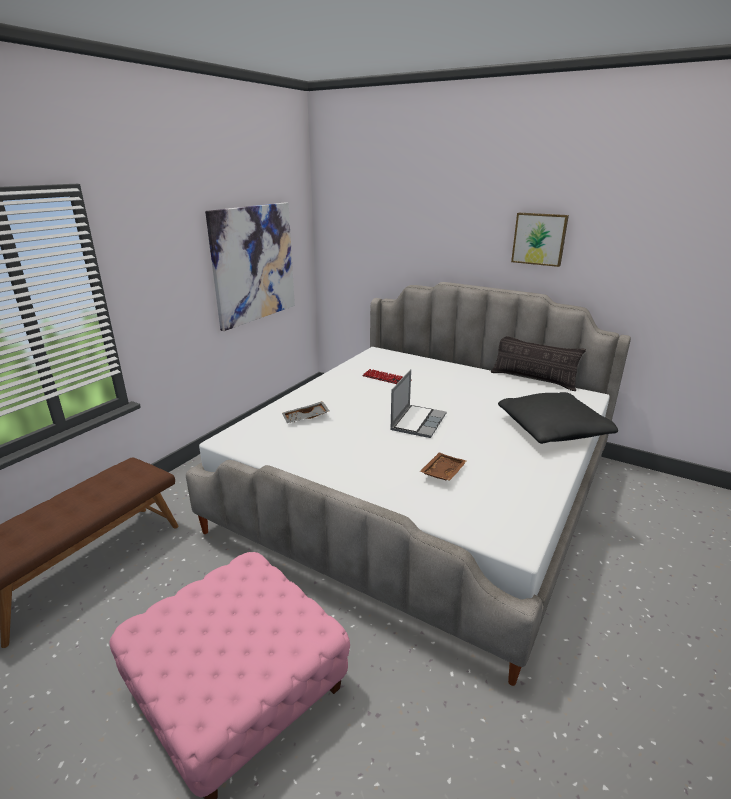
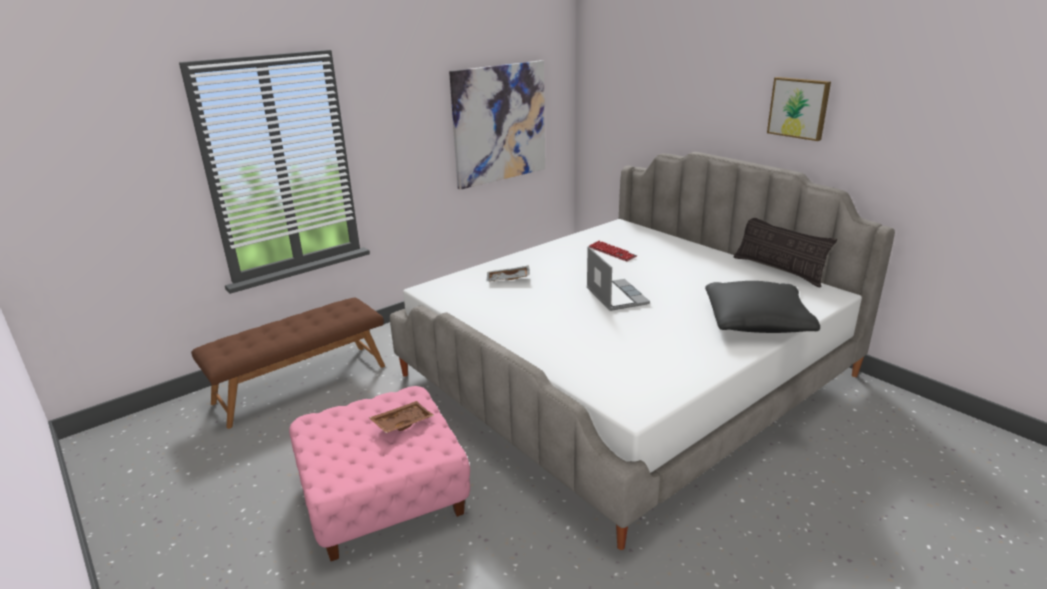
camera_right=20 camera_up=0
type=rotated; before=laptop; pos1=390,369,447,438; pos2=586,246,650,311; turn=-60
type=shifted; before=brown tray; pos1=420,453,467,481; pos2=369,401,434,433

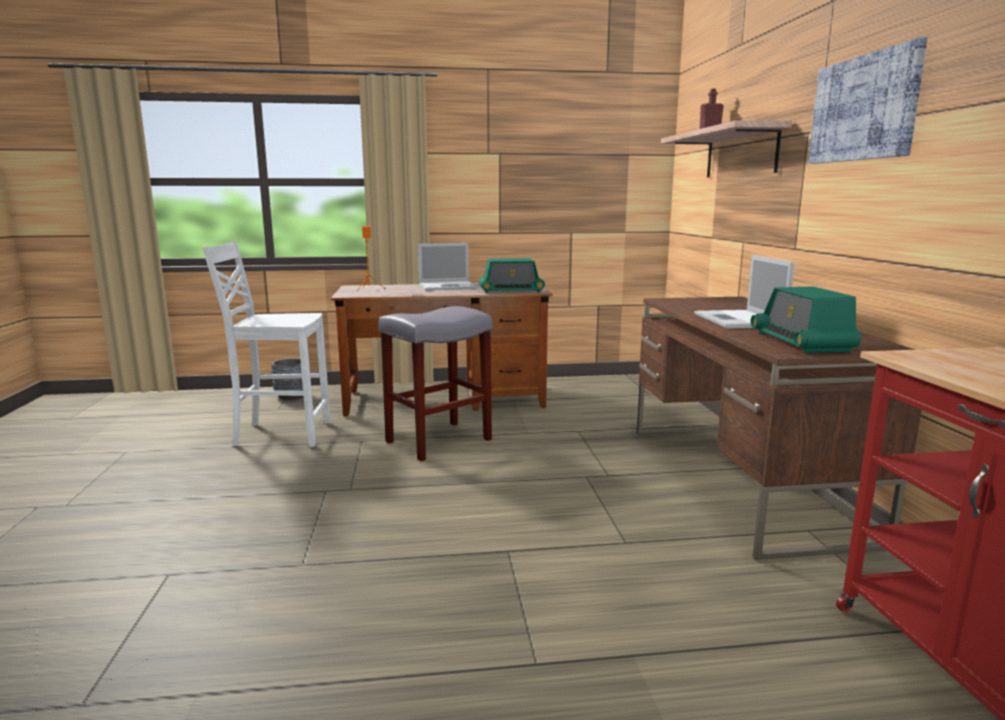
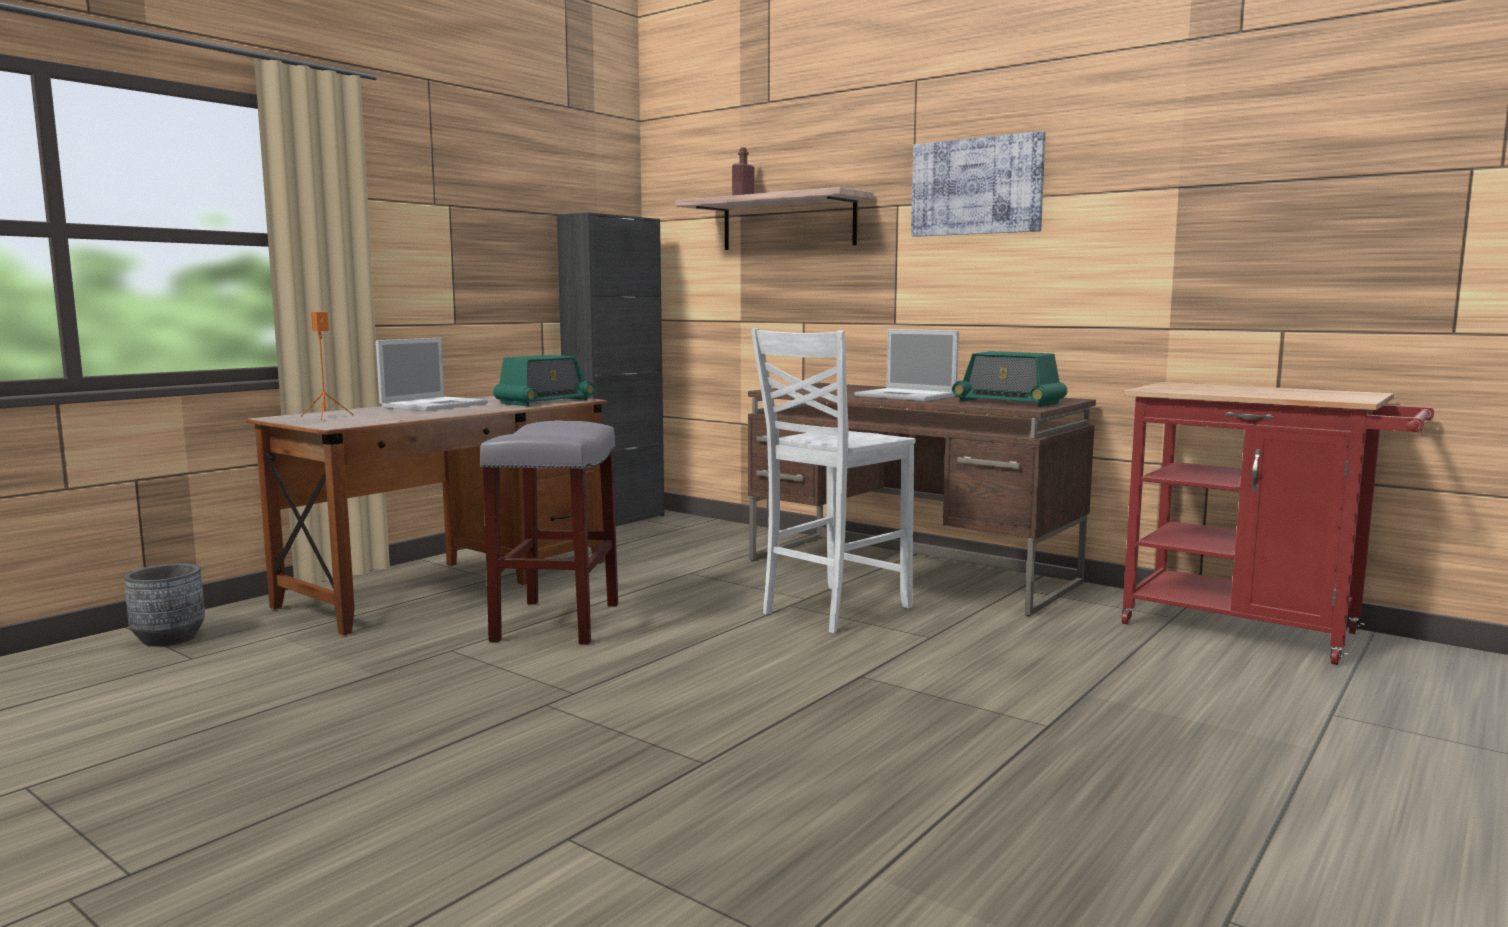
camera_right=-45 camera_up=-5
type=shifted; before=white chair; pos1=202,241,331,447; pos2=751,328,915,633
type=new; after=black cabinet; pos2=557,212,664,526

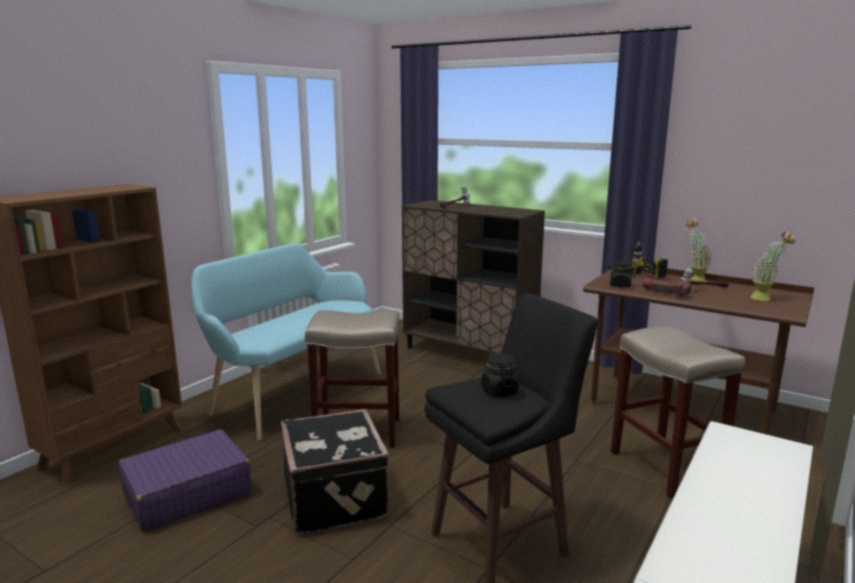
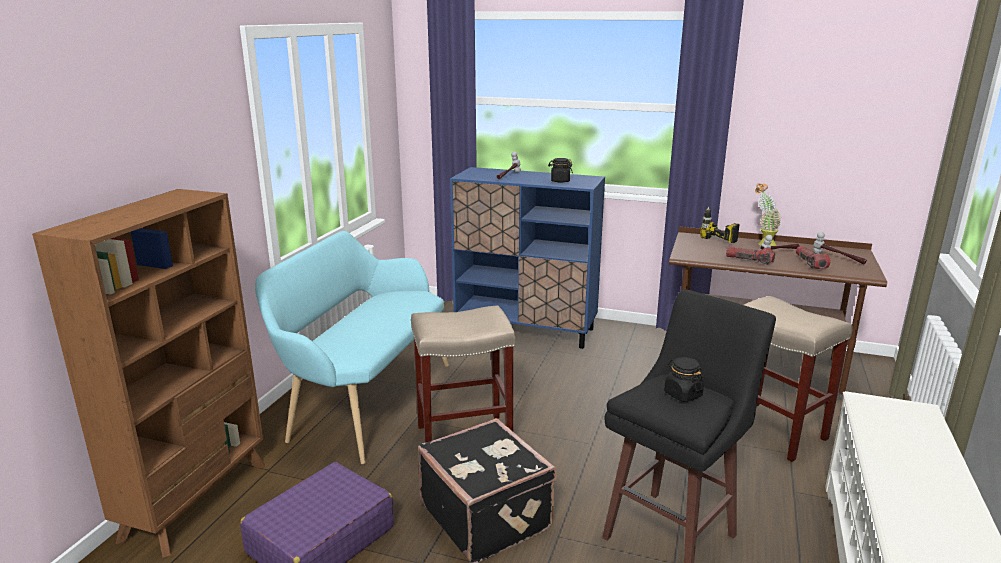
camera_right=-15 camera_up=5
type=repainted; before=brown cabinet; after=blue cabinet; pos1=402,200,545,354; pos2=450,167,605,349
type=shifted; before=black jar; pos1=608,261,635,287; pos2=548,158,573,183
type=swapped; before=potted plant; after=hammer; pos1=750,232,795,301; pos2=813,232,867,264
type=new; after=flashlight; pos2=796,246,830,269

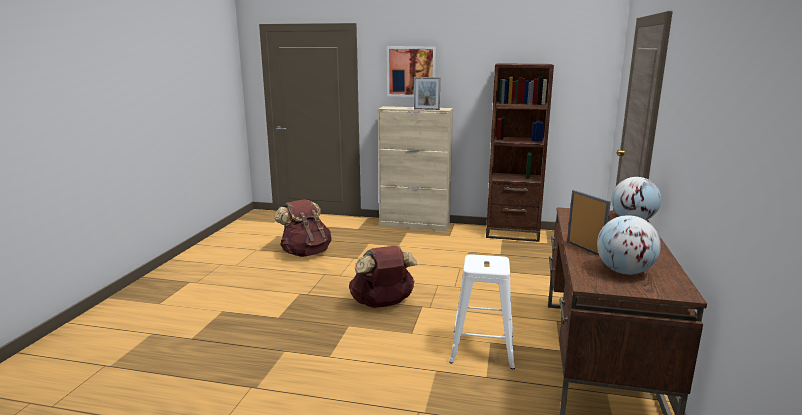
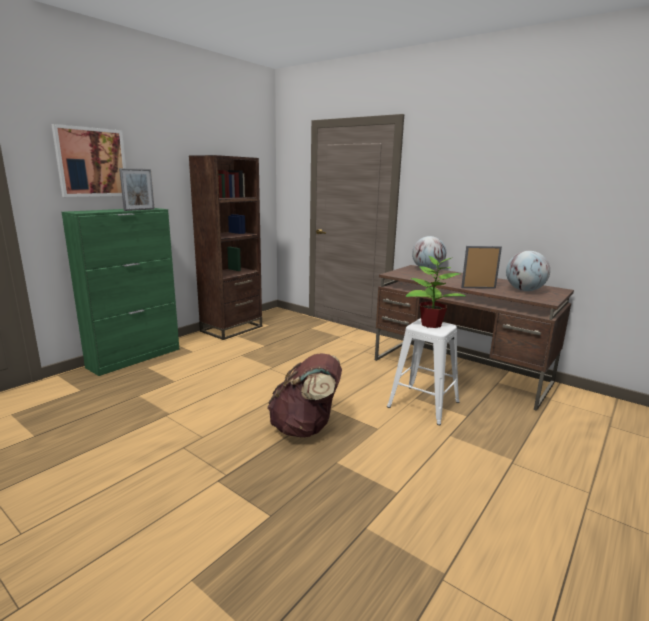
camera_right=-65 camera_up=0
type=gone; before=brown backpack; pos1=274,199,332,257
type=repainted; before=beige cabinet; after=green cabinet; pos1=378,106,453,231; pos2=61,208,179,376
type=new; after=potted plant; pos2=406,254,465,328

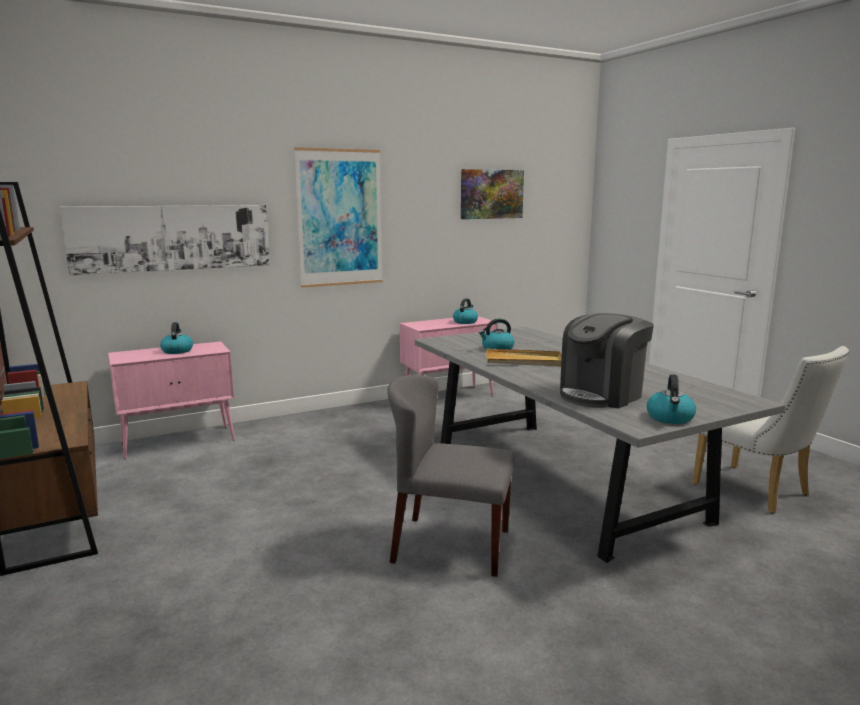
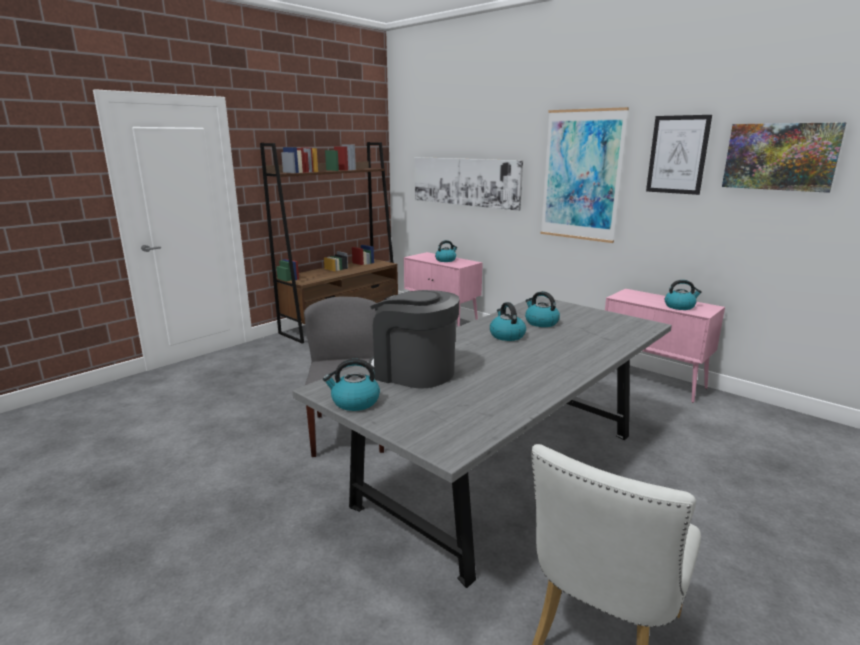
camera_right=70 camera_up=5
type=swapped; before=beige tray; after=kettle; pos1=486,349,562,366; pos2=490,302,526,341
type=new; after=picture; pos2=646,115,712,195

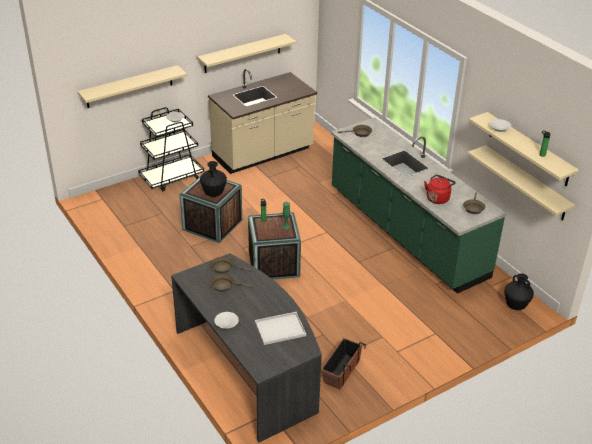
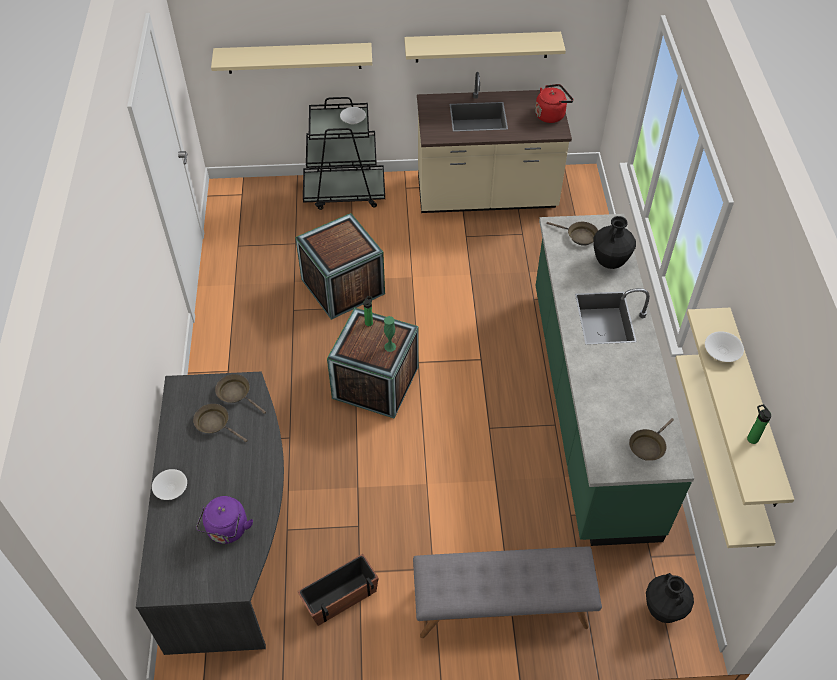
camera_right=30 camera_up=15
type=shifted; before=black vase; pos1=200,161,227,197; pos2=593,216,636,269
type=swapped; before=white tray; after=purple kettle; pos1=255,312,306,345; pos2=196,496,253,544
type=shifted; before=red kettle; pos1=424,174,456,204; pos2=535,84,574,123
type=new; after=grey bench; pos2=413,547,602,638

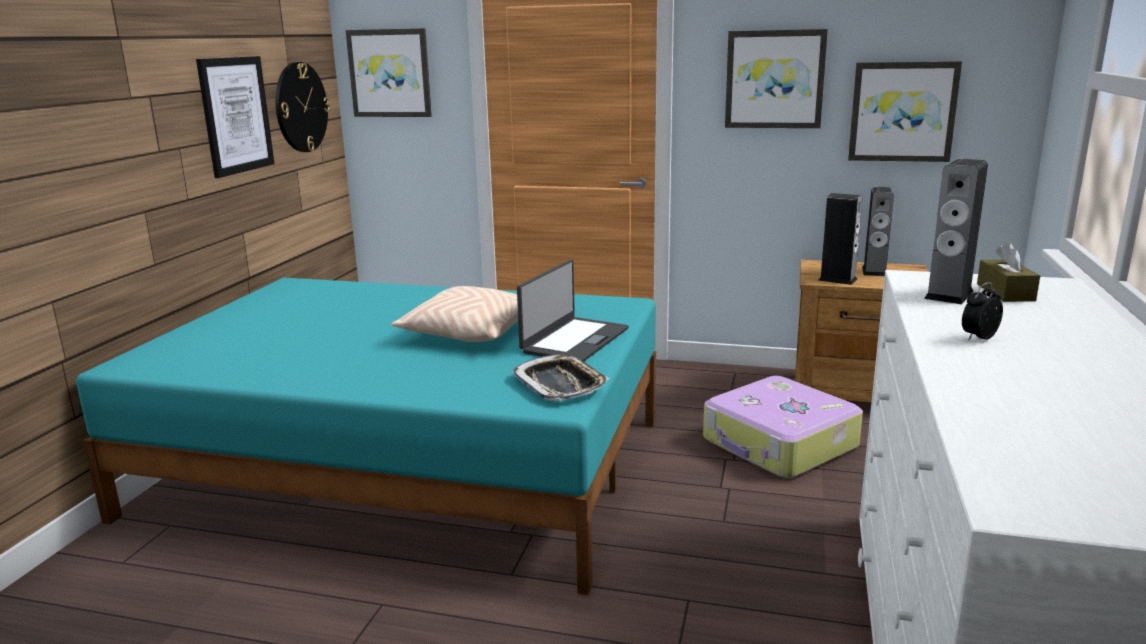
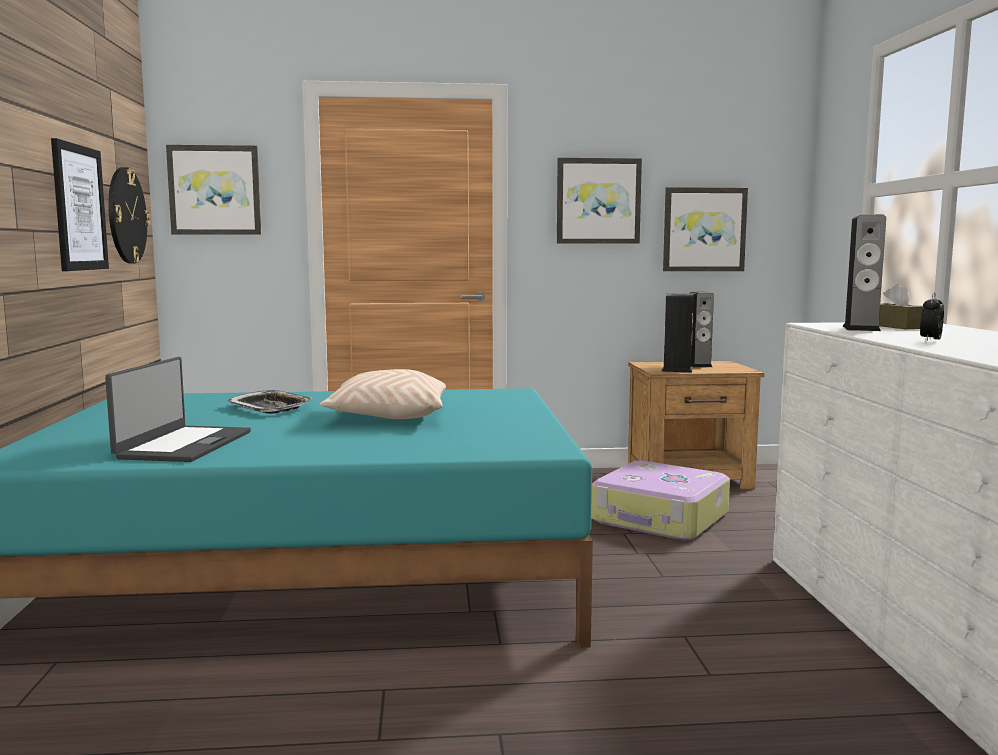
camera_right=-20 camera_up=-10
type=shifted; before=tray; pos1=512,354,610,401; pos2=227,390,313,414
type=shifted; before=laptop; pos1=517,259,628,362; pos2=105,357,251,462

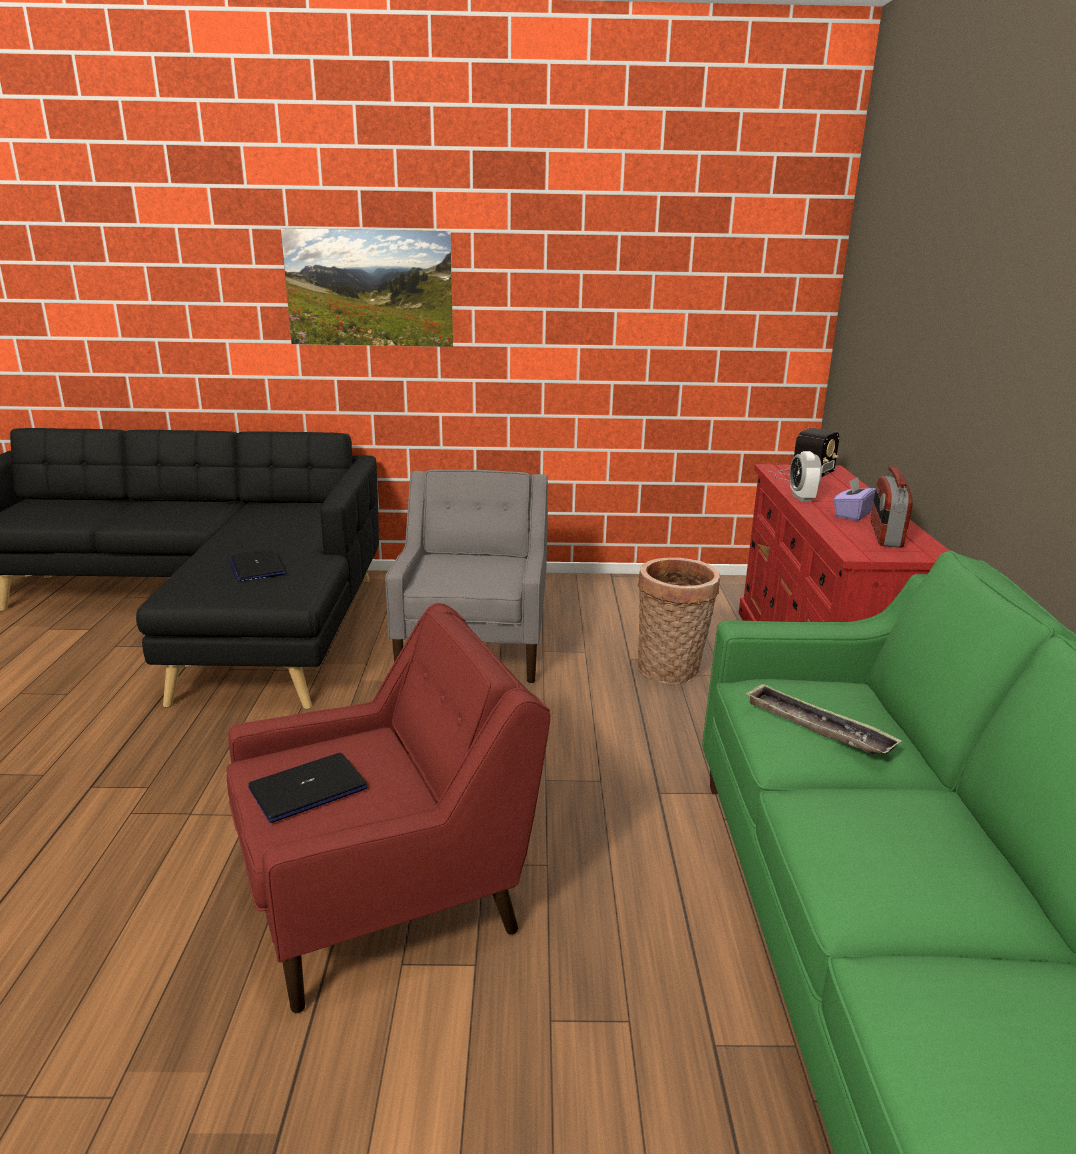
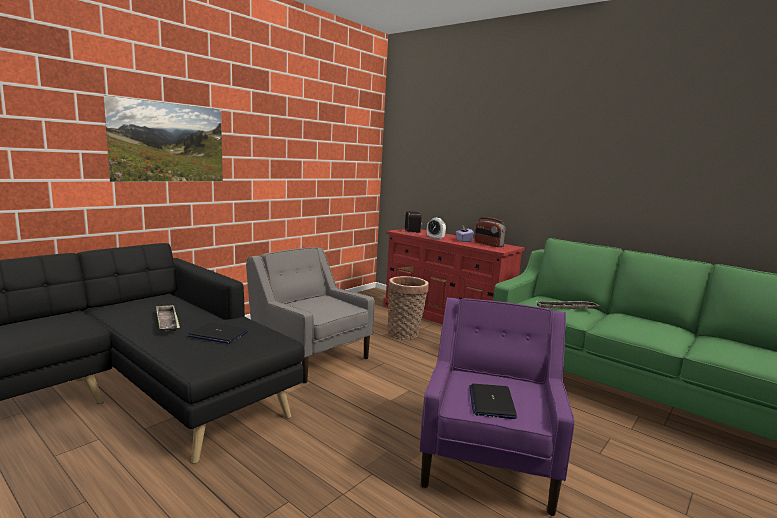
camera_right=-50 camera_up=-10
type=repainted; before=red armchair; after=purple armchair; pos1=226,603,550,1013; pos2=420,297,575,516
type=new; after=tray; pos2=156,305,180,332

